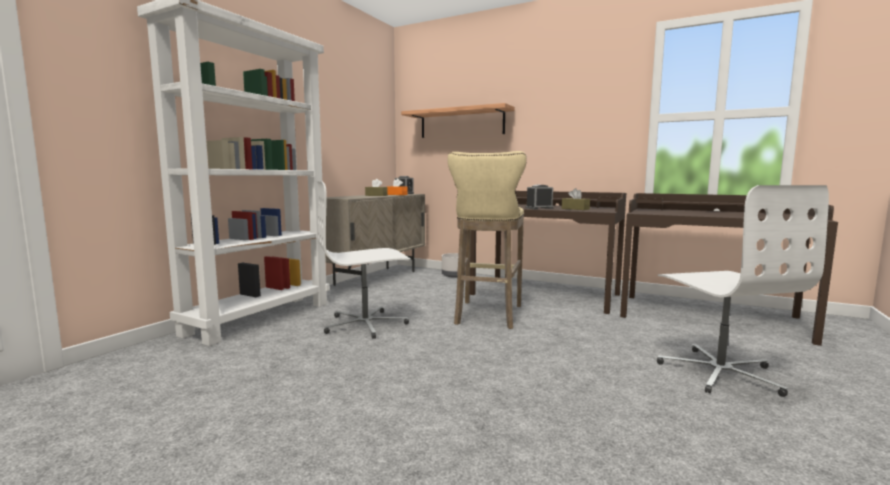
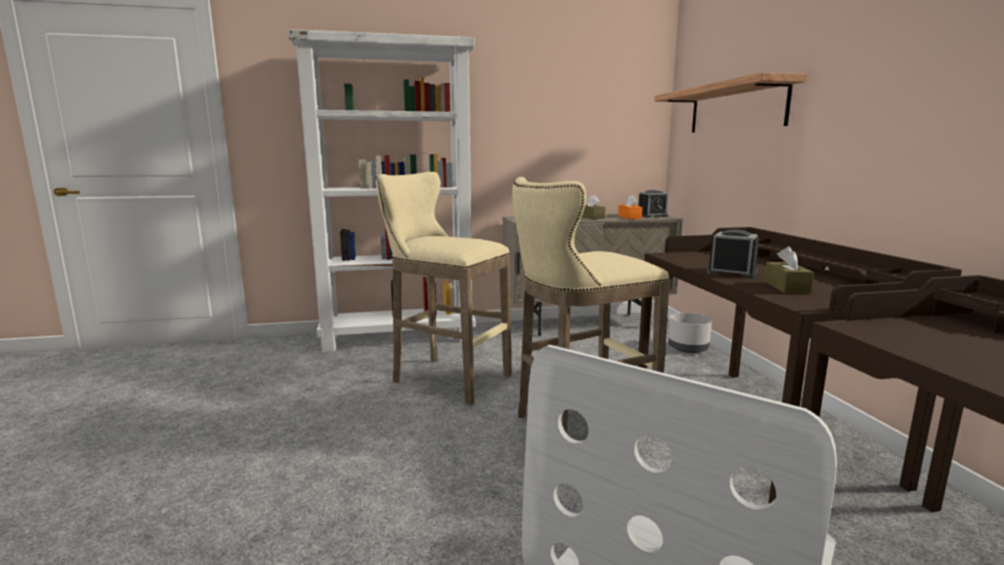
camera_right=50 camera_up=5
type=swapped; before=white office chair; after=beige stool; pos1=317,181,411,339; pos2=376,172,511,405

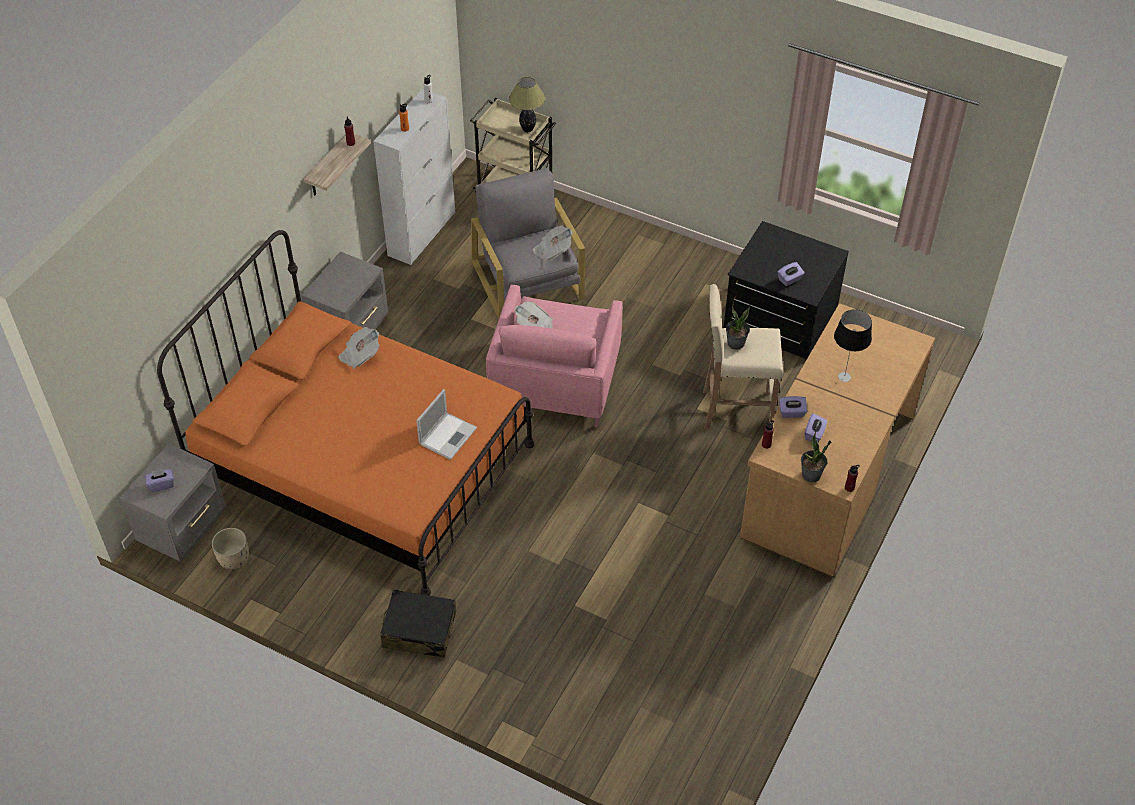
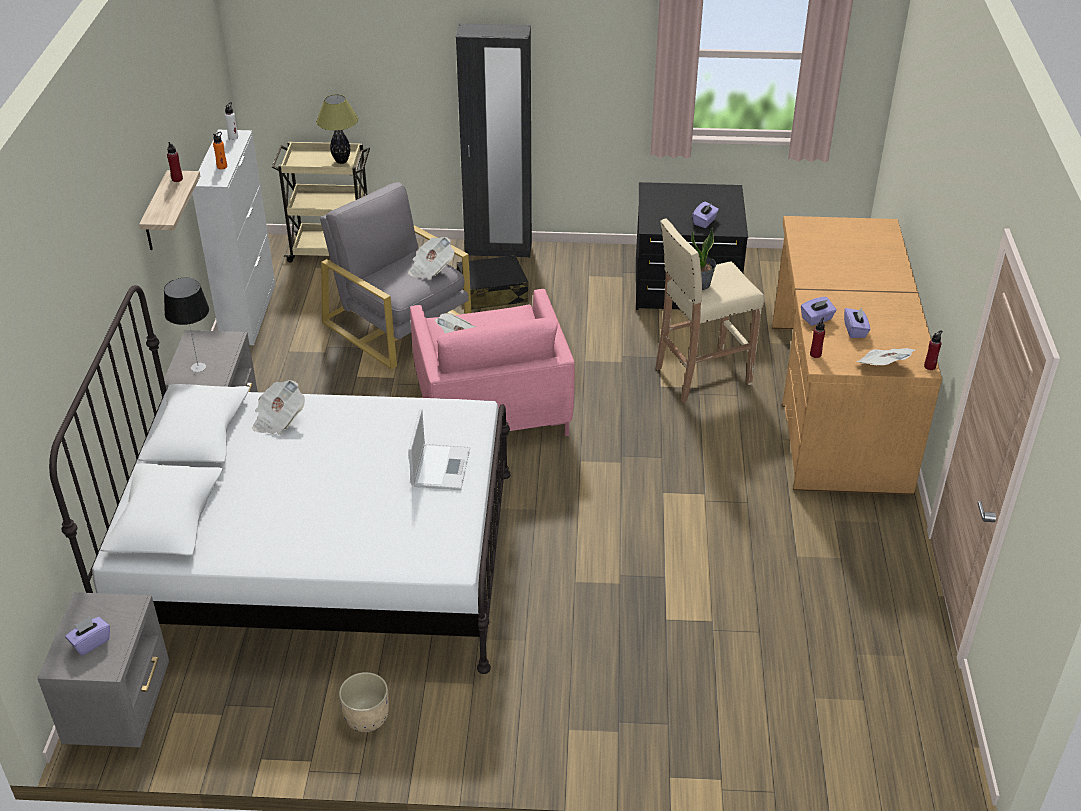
camera_right=-25 camera_up=-10
type=repainted; before=orange bed; after=white bed; pos1=157,230,534,595; pos2=49,285,511,674
type=shifted; before=beige planter; pos1=212,528,249,569; pos2=339,672,389,732
type=shifted; before=black suitcase; pos1=380,589,456,658; pos2=457,255,528,310
type=swapped; before=potted plant; after=newspaper; pos1=801,430,831,482; pos2=856,348,915,365
type=shifted; before=table lamp; pos1=834,309,872,382; pos2=164,278,209,372
type=new; after=black wardrobe; pos2=456,23,532,258

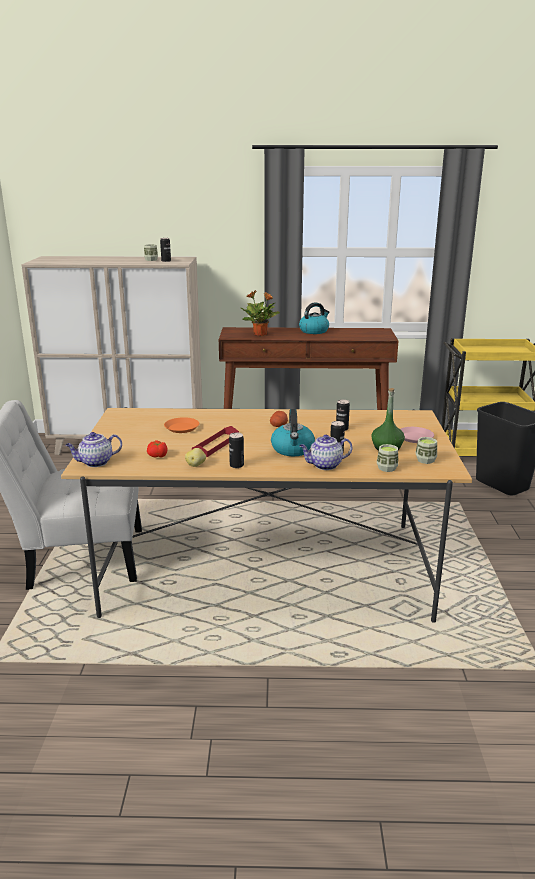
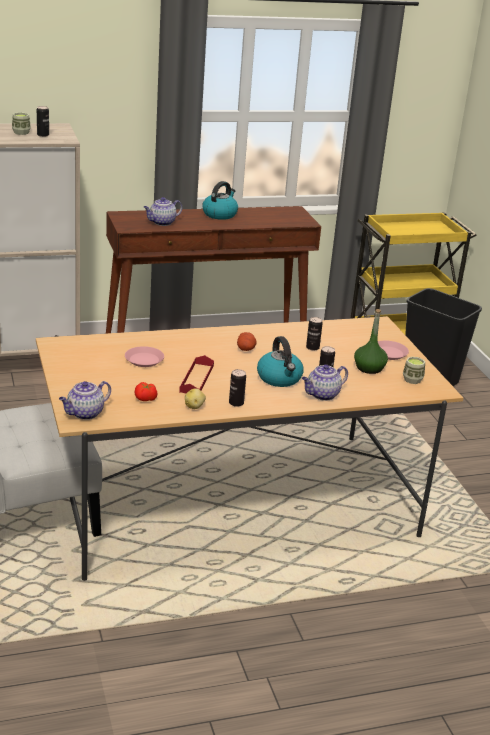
camera_right=-20 camera_up=5
type=repainted; before=orange plate; after=pink plate; pos1=164,417,199,433; pos2=125,346,164,367
type=swapped; before=potted plant; after=teapot; pos1=241,290,280,336; pos2=144,197,182,226
type=gone; before=cup; pos1=377,444,398,472

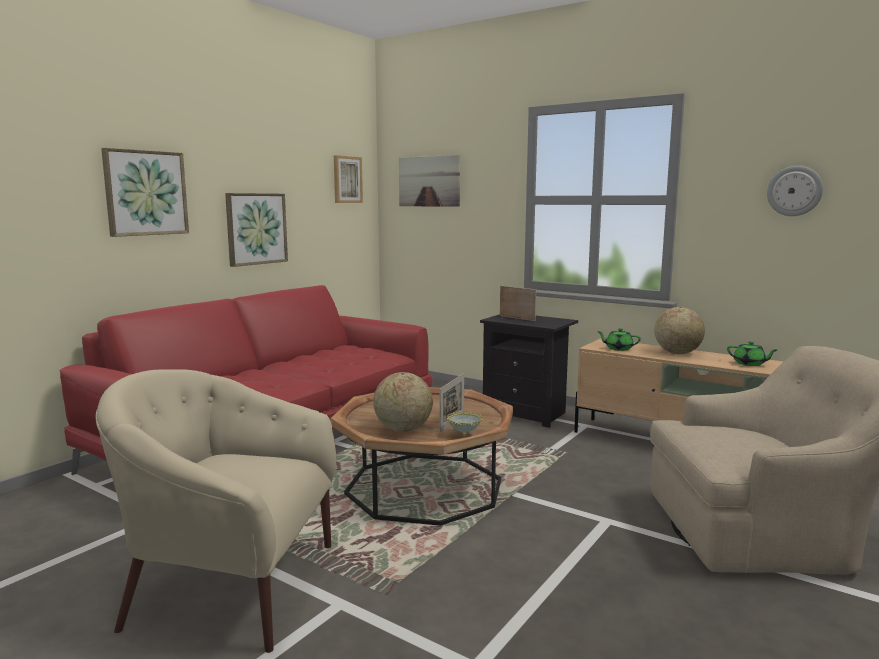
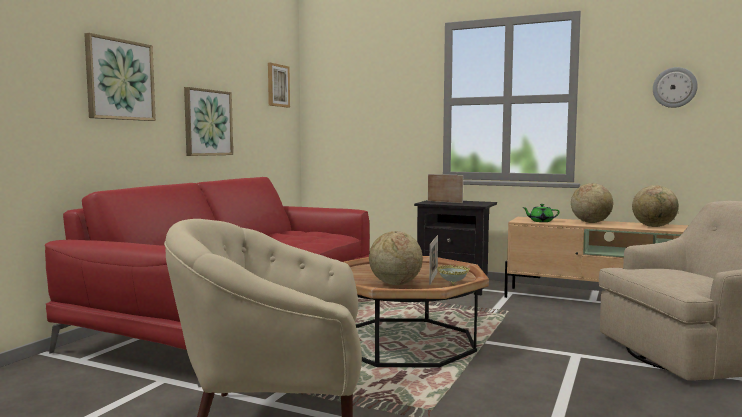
camera_right=-10 camera_up=-5
type=gone; before=picture; pos1=399,155,460,207
type=swapped; before=green teapot; after=globe; pos1=727,341,777,366; pos2=632,185,679,227

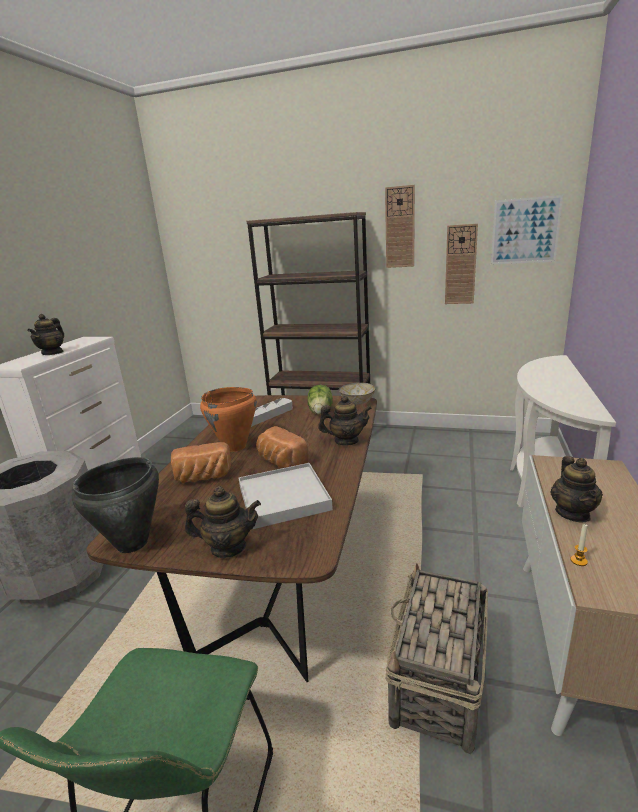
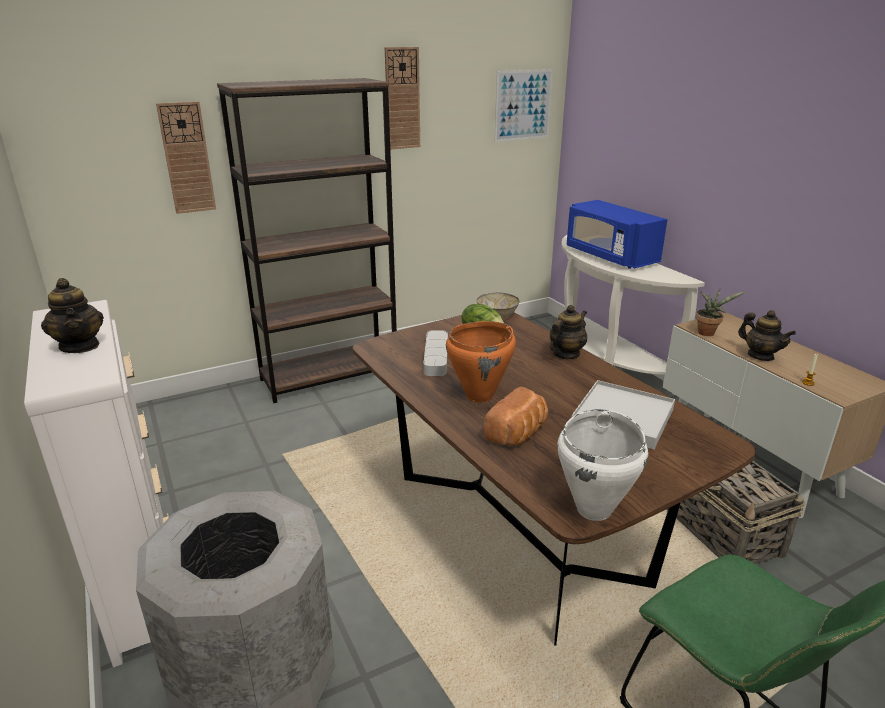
camera_right=-45 camera_up=5
type=repainted; before=black cooking pot; after=white cooking pot; pos1=72,457,159,553; pos2=557,409,648,521
type=gone; before=teapot; pos1=185,486,261,558
type=gone; before=bread; pos1=256,426,309,468
type=shifted; before=wall clock; pos1=445,224,478,304; pos2=156,101,216,214
type=new; after=blue microwave; pos2=567,200,667,269
type=new; after=potted plant; pos2=696,289,746,336

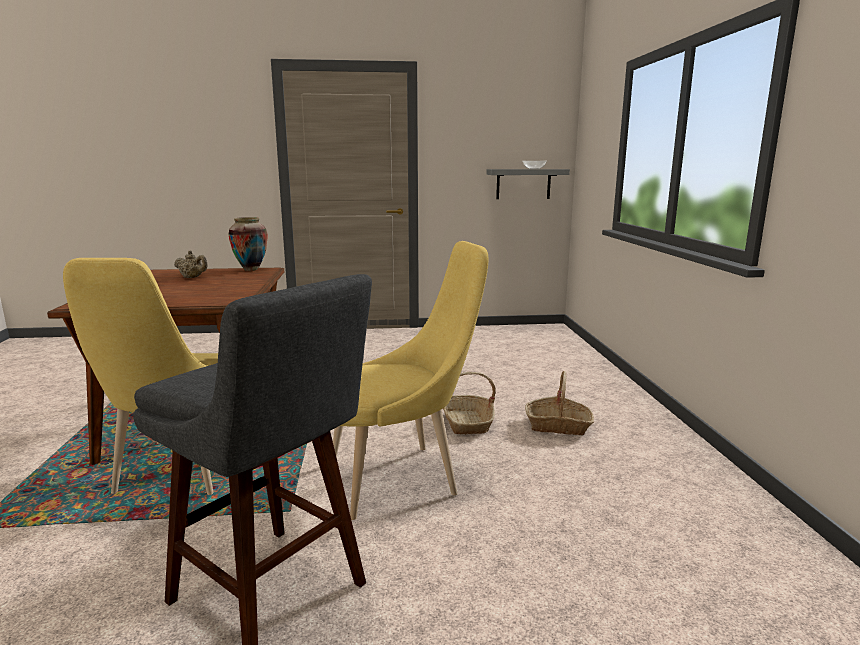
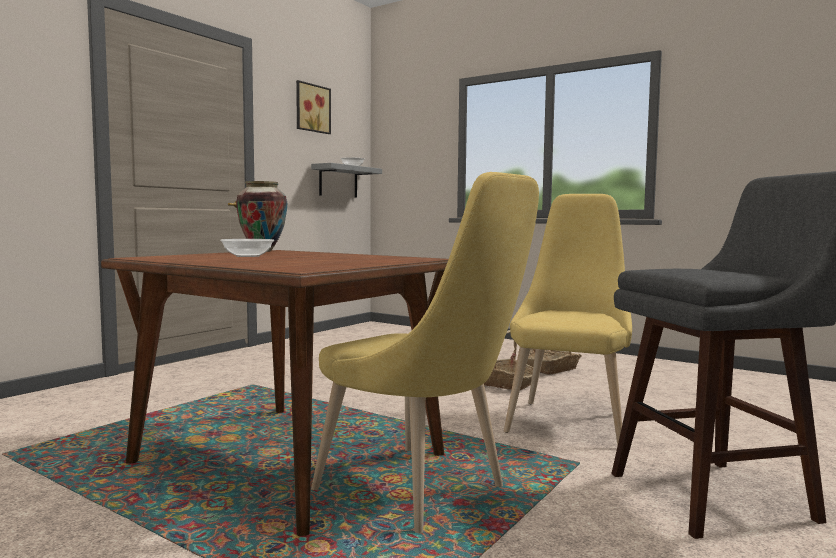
camera_right=-50 camera_up=-10
type=swapped; before=beige teapot; after=bowl; pos1=174,250,208,278; pos2=220,239,274,257
type=new; after=picture; pos2=296,80,331,134

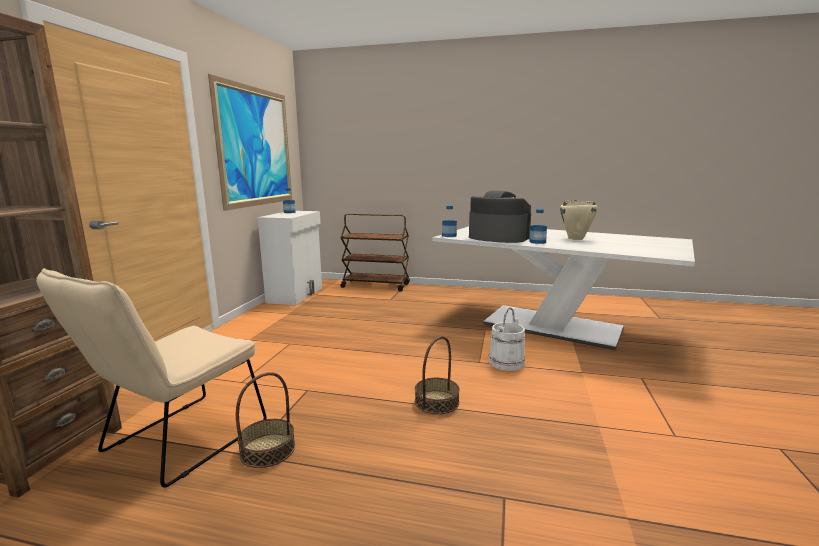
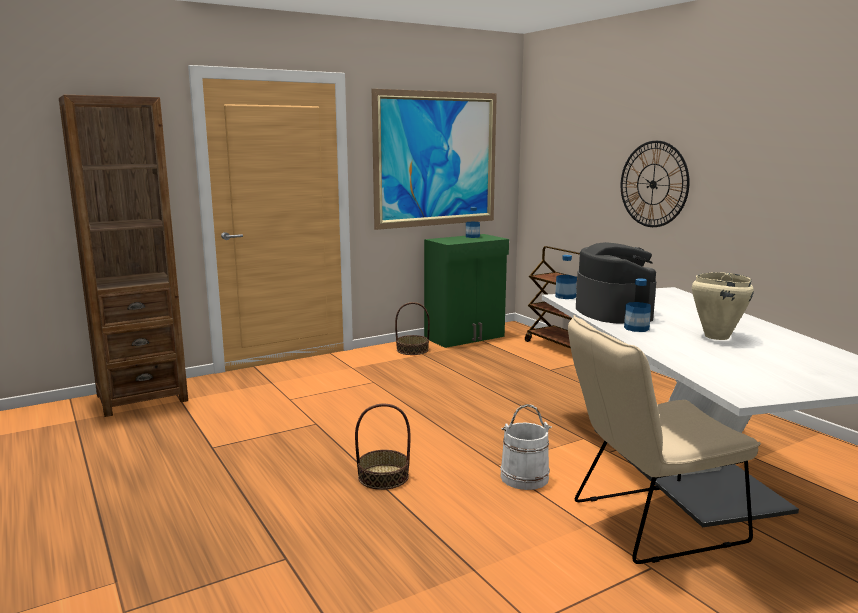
camera_right=45 camera_up=0
type=shifted; before=beige chair; pos1=36,268,267,488; pos2=568,315,761,564
type=shifted; before=basket; pos1=236,372,295,468; pos2=395,302,430,355
type=repainted; before=white cabinet; after=green cabinet; pos1=258,211,322,305; pos2=424,234,509,348
type=new; after=wall clock; pos2=621,141,690,227

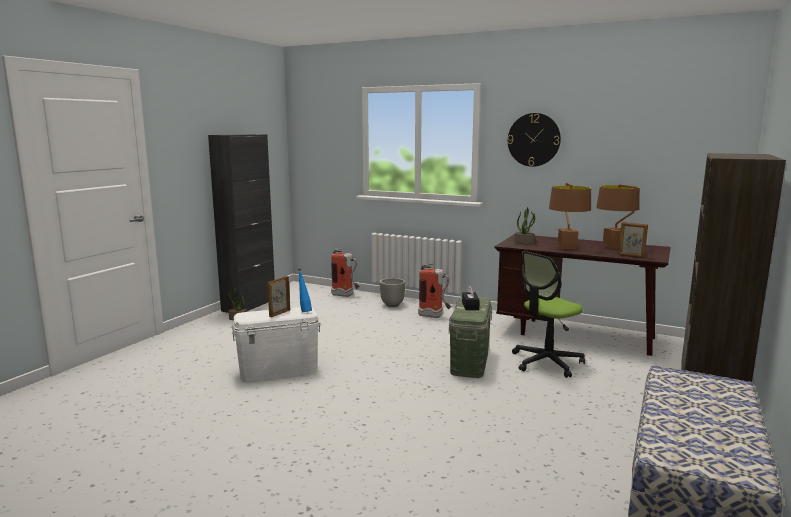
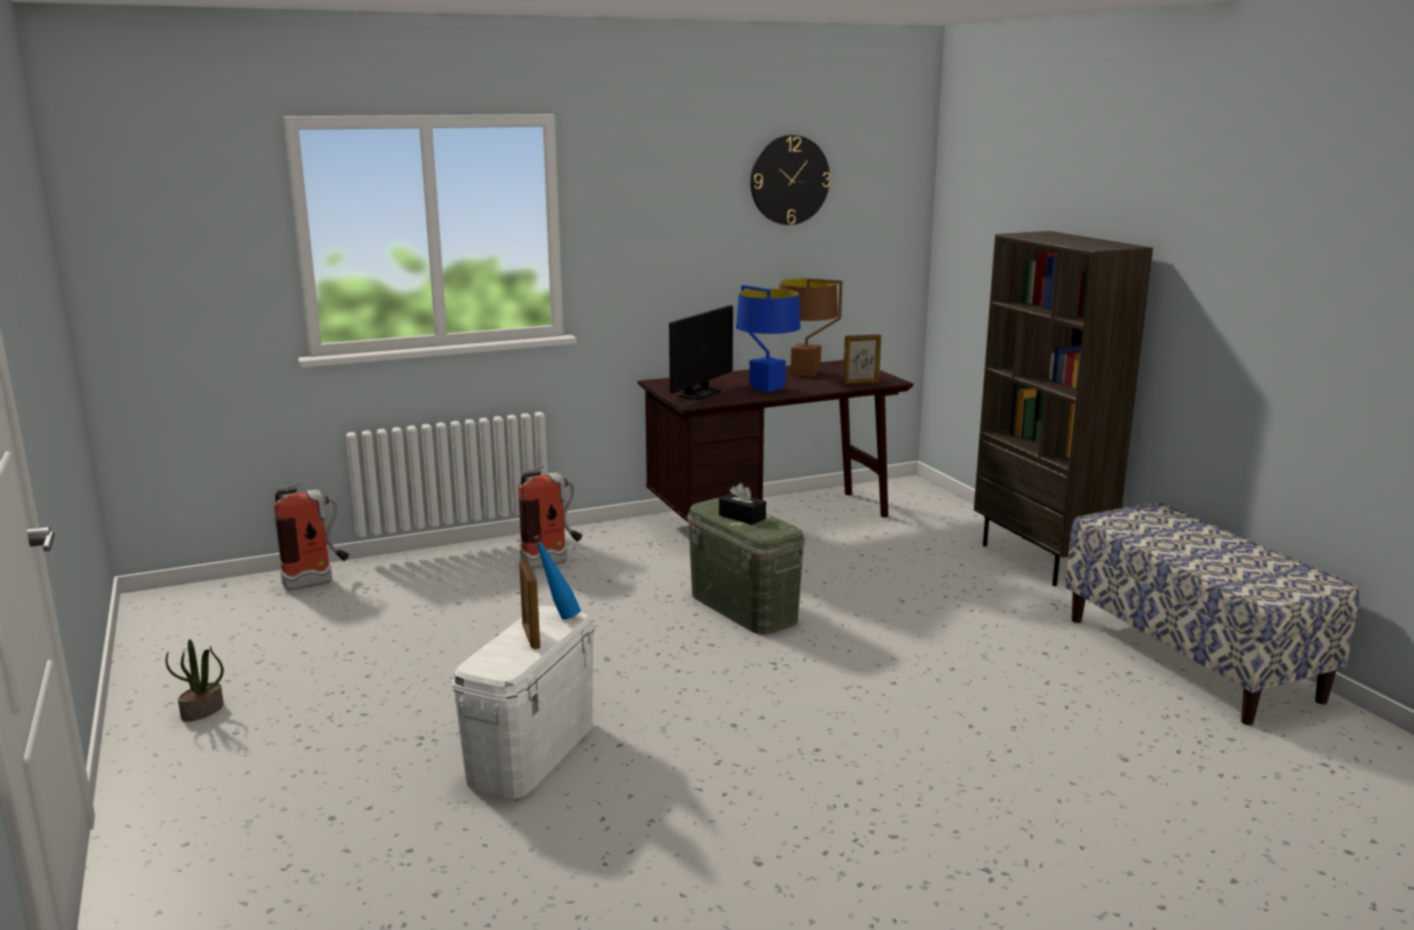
camera_right=-50 camera_up=5
type=gone; before=black cabinet; pos1=208,134,275,313
type=gone; before=planter; pos1=380,278,405,307
type=shifted; before=wall clock; pos1=508,113,561,167; pos2=750,135,831,225
type=gone; before=office chair; pos1=512,251,585,378
type=swapped; before=potted plant; after=monitor; pos1=514,207,535,244; pos2=669,305,733,400
type=repainted; before=brown table lamp; after=blue table lamp; pos1=549,183,591,249; pos2=736,285,801,392

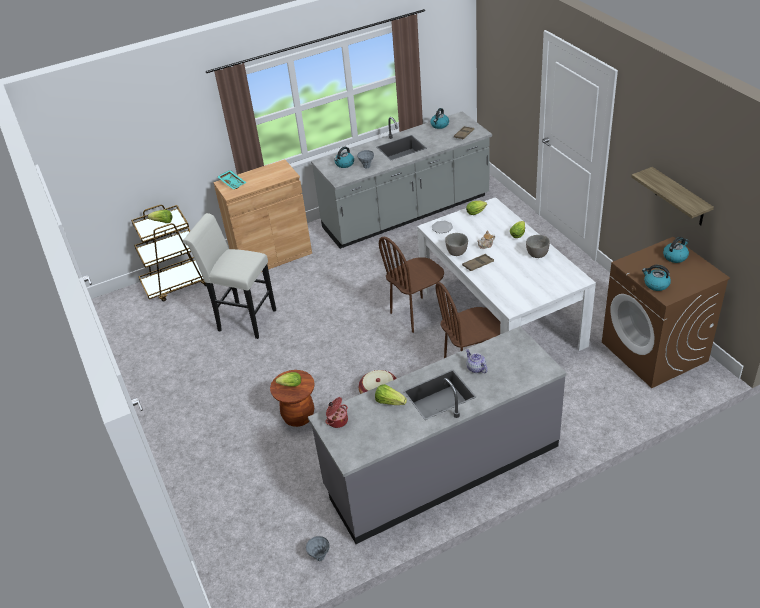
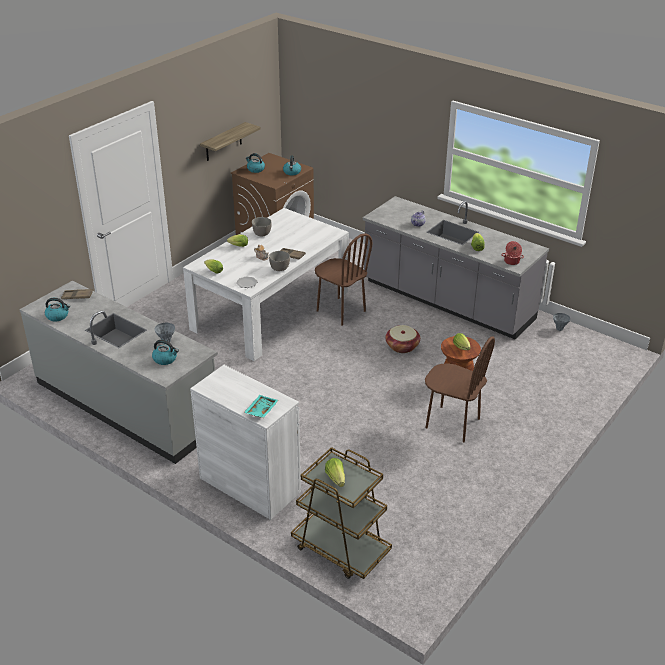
camera_right=-120 camera_up=-5
type=gone; before=white stool; pos1=183,213,276,339
type=repainted; before=brown cabinet; after=white cabinet; pos1=213,159,312,270; pos2=190,365,301,520
type=shifted; before=brown chair; pos1=379,237,444,333; pos2=425,336,495,443

